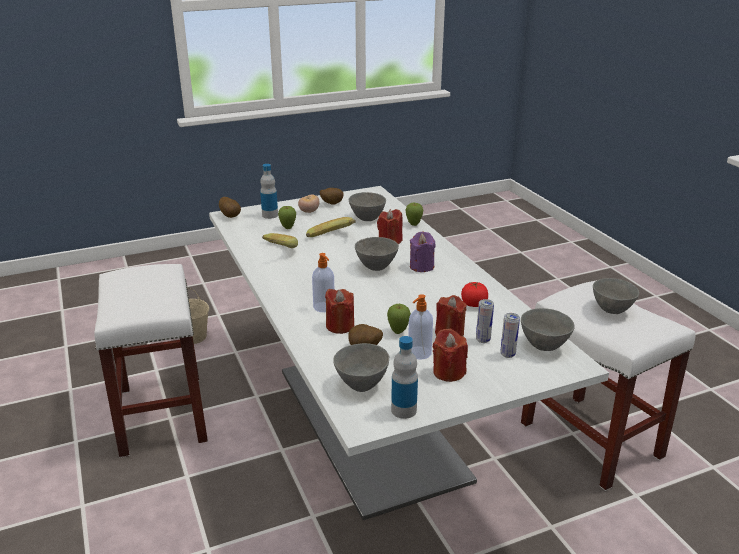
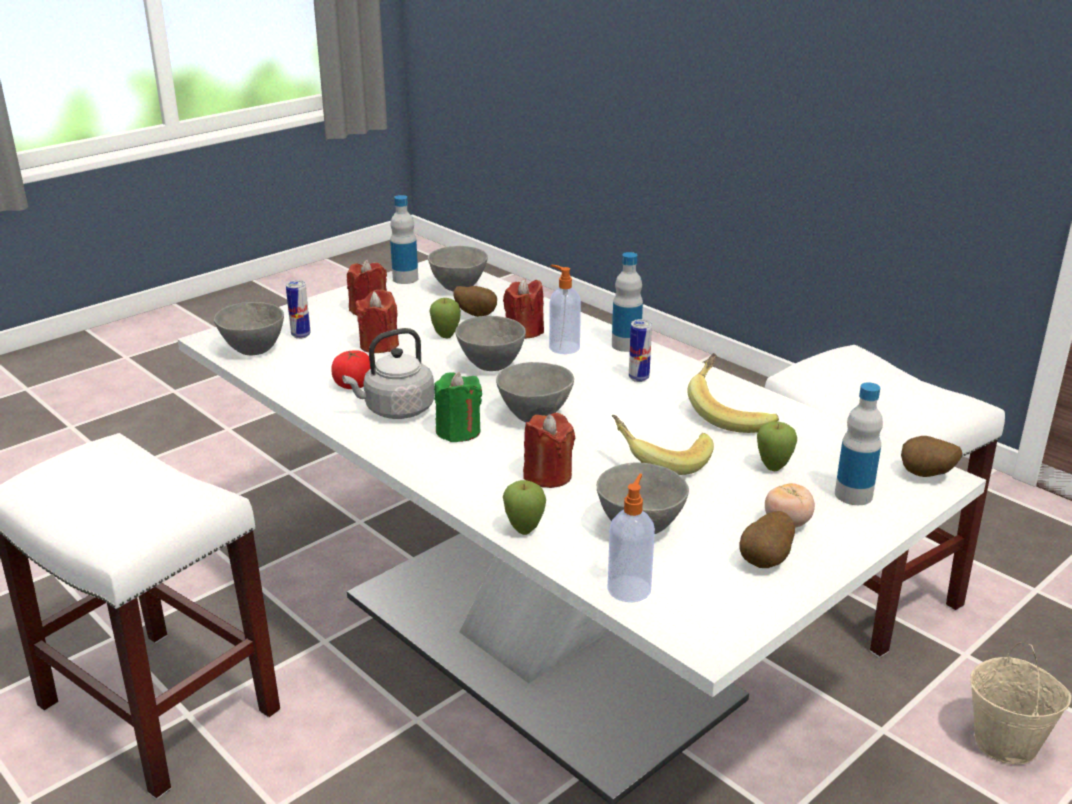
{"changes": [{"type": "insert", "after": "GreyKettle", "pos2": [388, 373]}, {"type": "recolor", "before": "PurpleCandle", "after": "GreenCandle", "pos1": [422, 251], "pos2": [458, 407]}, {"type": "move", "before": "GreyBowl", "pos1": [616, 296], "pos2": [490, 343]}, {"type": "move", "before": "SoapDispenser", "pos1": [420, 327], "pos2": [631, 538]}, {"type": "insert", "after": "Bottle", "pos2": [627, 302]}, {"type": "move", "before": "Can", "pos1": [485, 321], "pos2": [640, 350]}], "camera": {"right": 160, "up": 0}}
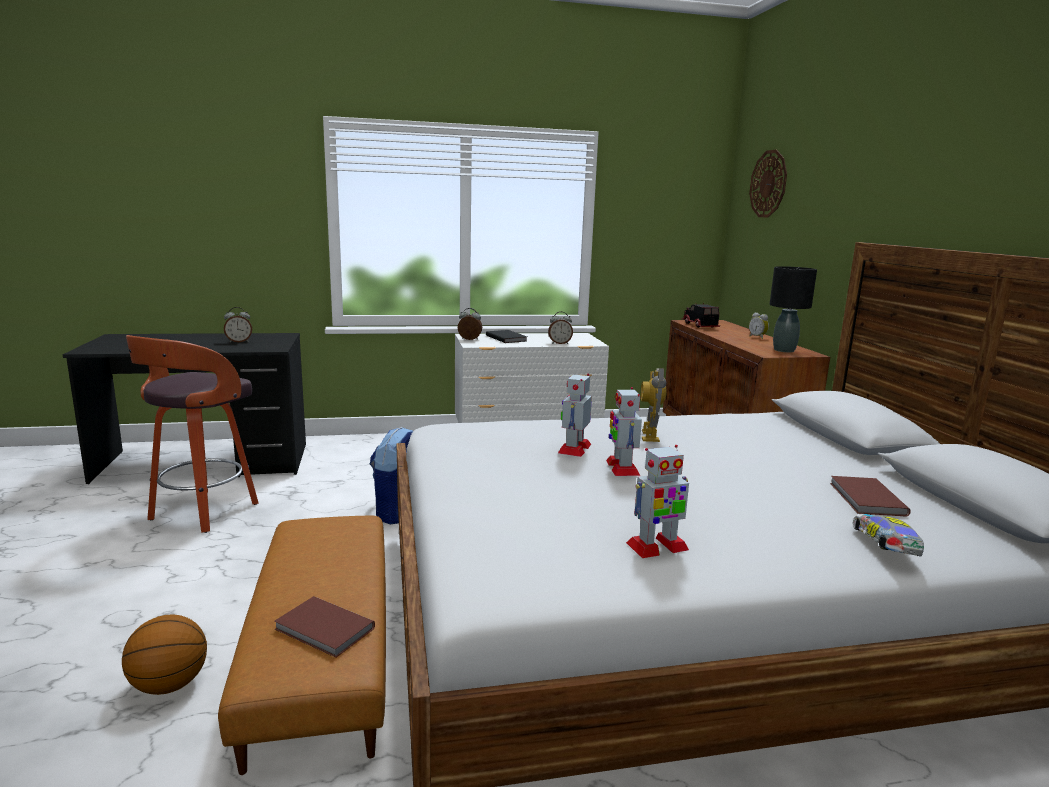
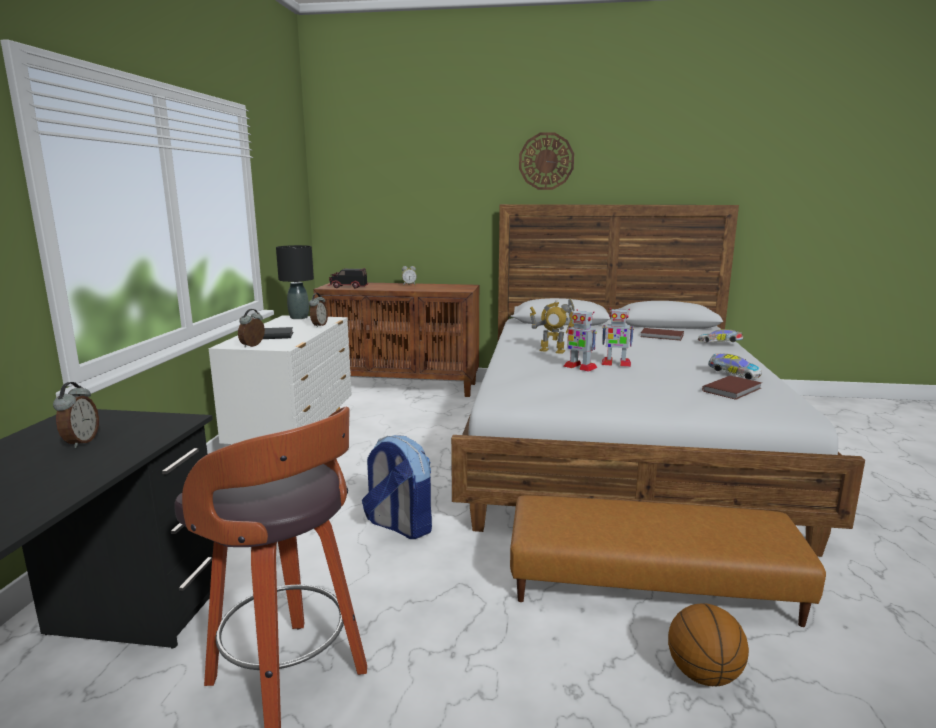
{"changes": [{"type": "move", "before": "BlackTableLamp", "pos1": [793, 309], "pos2": [295, 282]}, {"type": "move", "before": "WallClock", "pos1": [768, 184], "pos2": [546, 161]}, {"type": "move", "before": "BrownBook", "pos1": [324, 627], "pos2": [732, 387]}, {"type": "replace", "before": "ToyRobot", "after": "ToyCar", "pos1": [657, 501], "pos2": [735, 367]}], "camera": {"right": -70, "up": 0}}
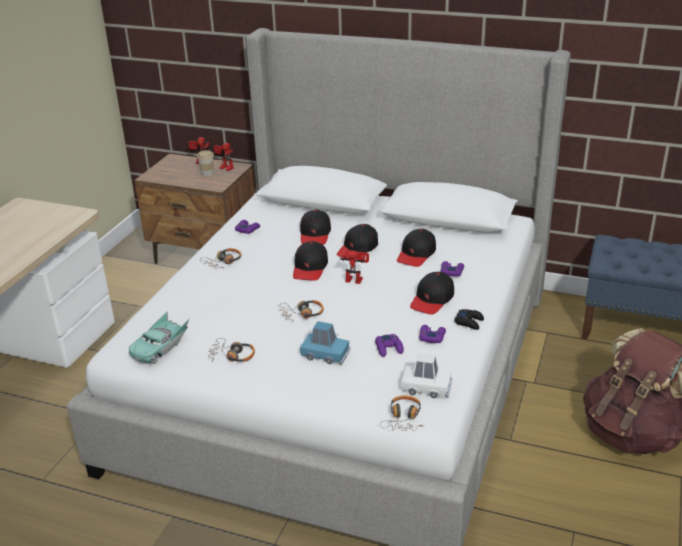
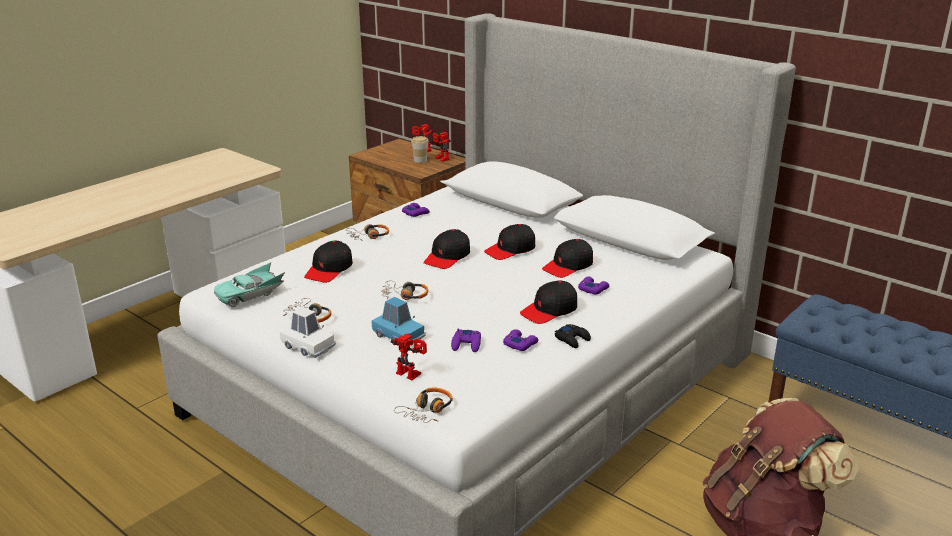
{"changes": [{"type": "move", "before": "WhiteToyCar", "pos1": [426, 375], "pos2": [308, 332]}, {"type": "move", "before": "BlackCap", "pos1": [315, 227], "pos2": [328, 262]}, {"type": "move", "before": "ToyRobot", "pos1": [354, 267], "pos2": [409, 356]}], "camera": {"right": 20, "up": -5}}
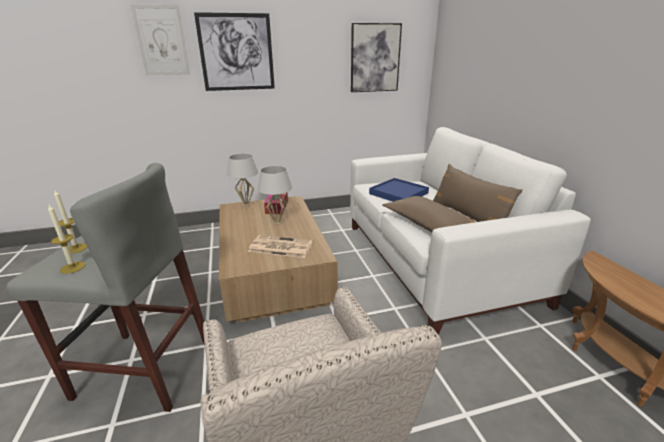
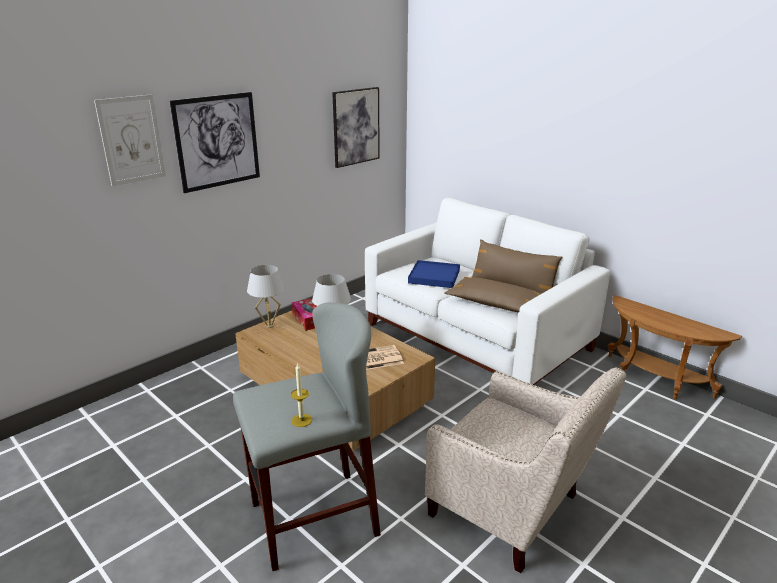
{"changes": [{"type": "delete", "before": "Candle", "pos1": [70, 222]}], "camera": {"right": -30, "up": 0}}
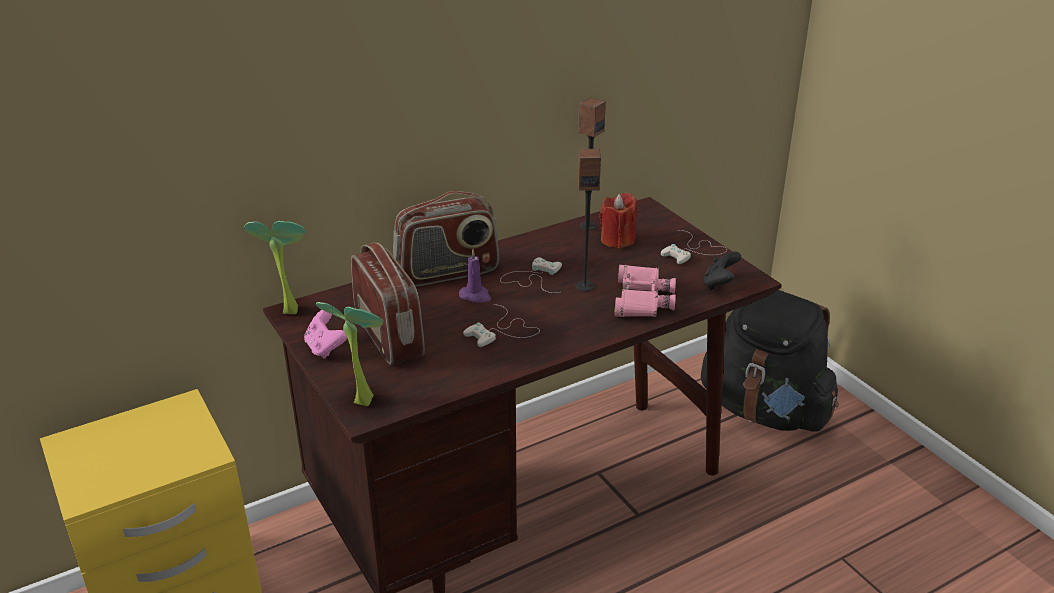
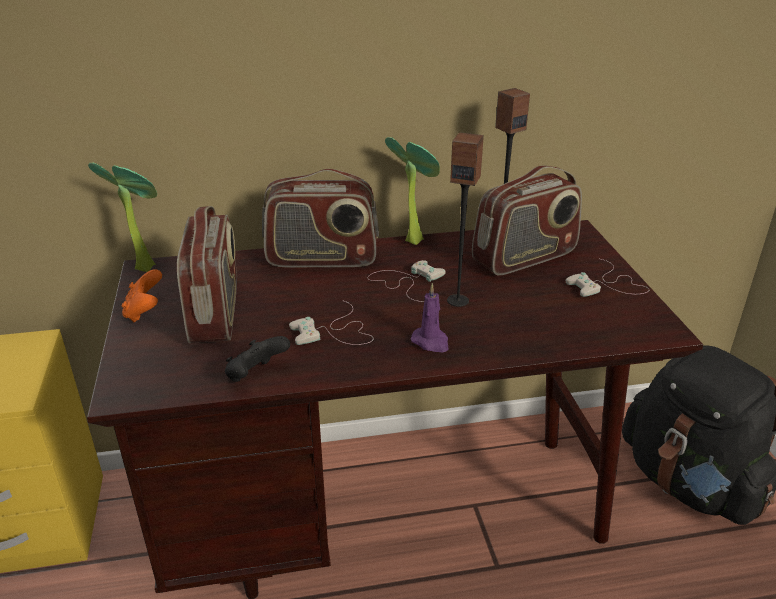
{"changes": [{"type": "recolor", "before": "PinkGameController", "after": "OrangeGameController", "pos1": [325, 334], "pos2": [141, 296]}, {"type": "move", "before": "BlackGameController", "pos1": [722, 271], "pos2": [257, 359]}, {"type": "move", "before": "PottedPlant", "pos1": [349, 354], "pos2": [412, 191]}, {"type": "move", "before": "PurpleCandle", "pos1": [475, 276], "pos2": [429, 317]}, {"type": "replace", "before": "RedCandle", "after": "Radio", "pos1": [618, 221], "pos2": [527, 220]}, {"type": "delete", "before": "PinkBinoculars", "pos1": [645, 291]}], "camera": {"right": 20, "up": 0}}
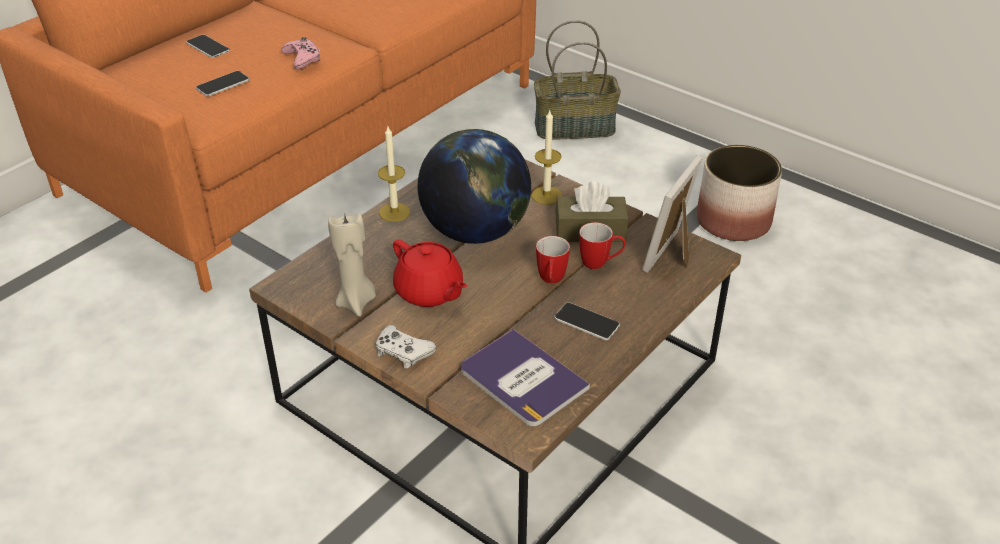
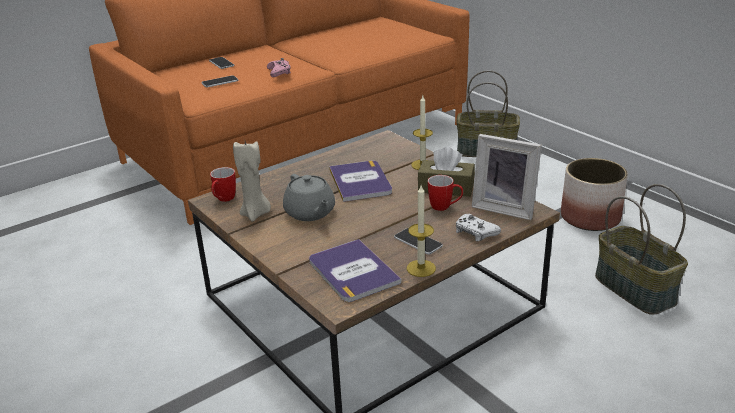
{"changes": [{"type": "move", "before": "Mug", "pos1": [553, 259], "pos2": [223, 184]}, {"type": "recolor", "before": "RedTeapot", "after": "GreyTeapot", "pos1": [430, 273], "pos2": [309, 197]}, {"type": "replace", "before": "Globe", "after": "Book", "pos1": [474, 186], "pos2": [360, 181]}, {"type": "move", "before": "Candle", "pos1": [394, 174], "pos2": [421, 231]}, {"type": "move", "before": "WhiteGameController", "pos1": [406, 347], "pos2": [478, 227]}, {"type": "rotate", "before": "PictureFrame", "pos1": [672, 214], "pos2": [507, 177], "turn": -105}, {"type": "insert", "after": "Basket", "pos2": [641, 249]}], "camera": {"right": 15, "up": -10}}
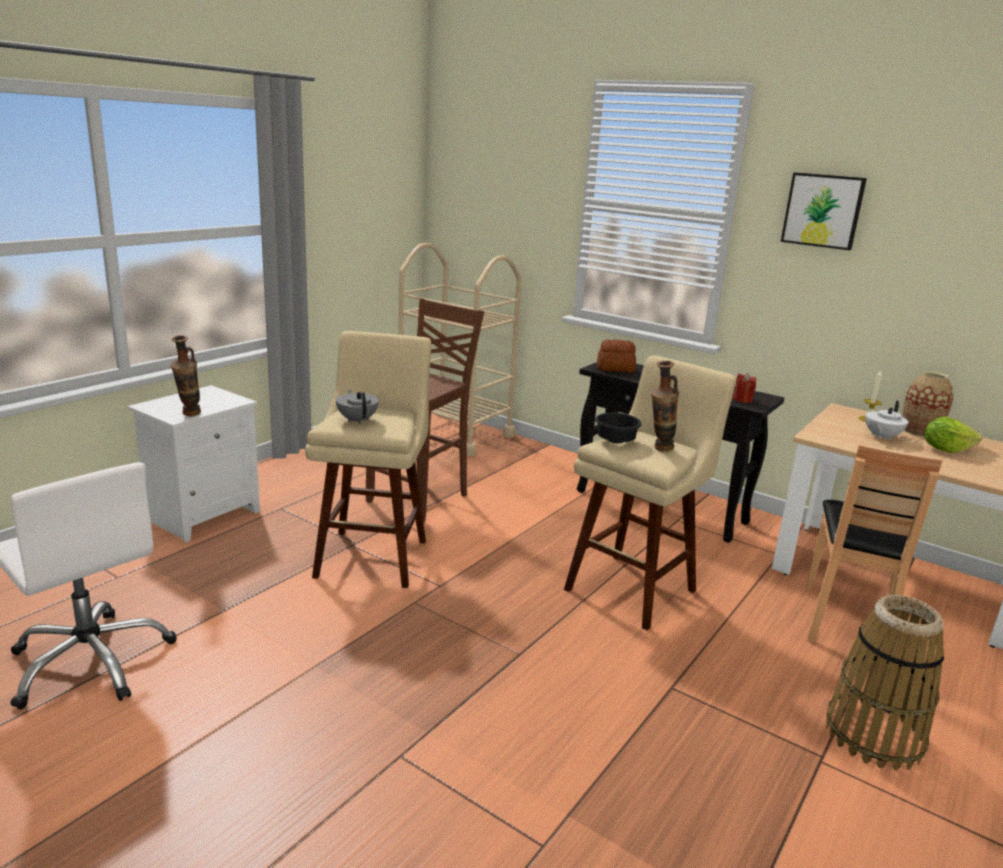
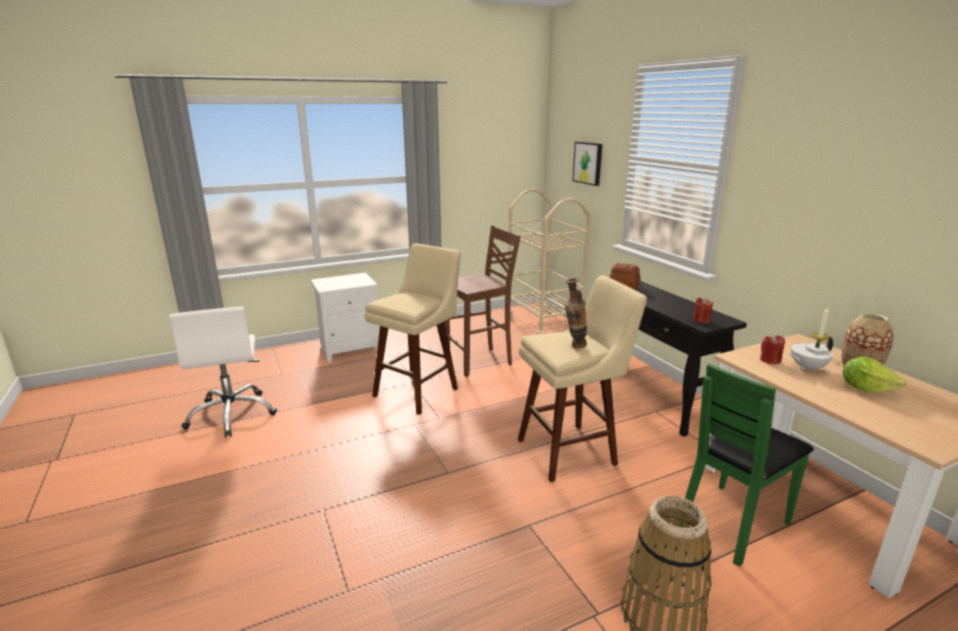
{"changes": [{"type": "move", "before": "Picture", "pos1": [824, 211], "pos2": [587, 164]}, {"type": "recolor", "before": "BrownChair", "after": "GreenChair", "pos1": [874, 543], "pos2": [747, 465]}, {"type": "insert", "after": "RedCandle", "pos2": [772, 349]}, {"type": "delete", "before": "Vase", "pos1": [186, 375]}, {"type": "delete", "before": "GreyTeapot", "pos1": [357, 407]}, {"type": "delete", "before": "BlackBowl", "pos1": [618, 428]}], "camera": {"right": 30, "up": 0}}
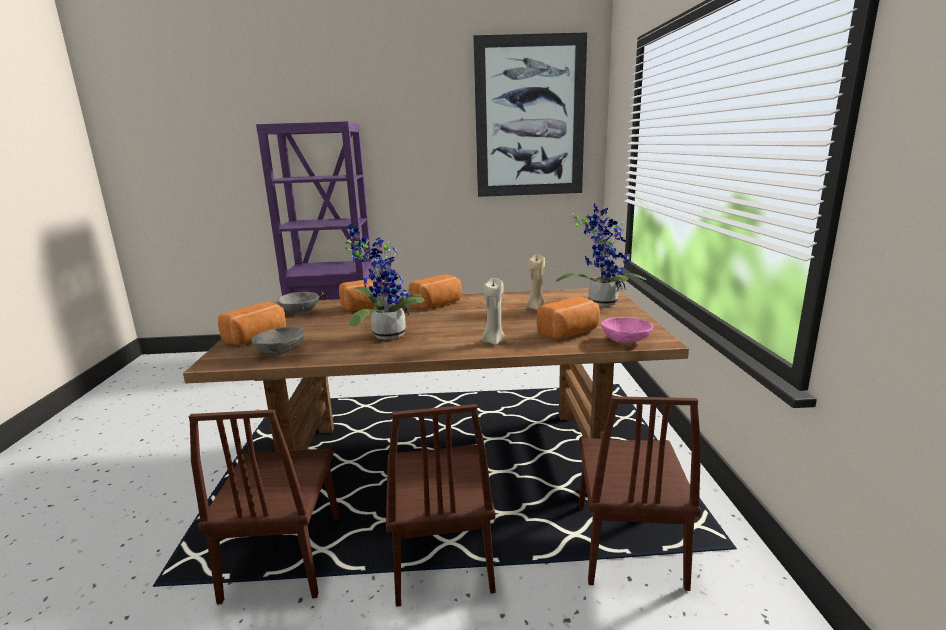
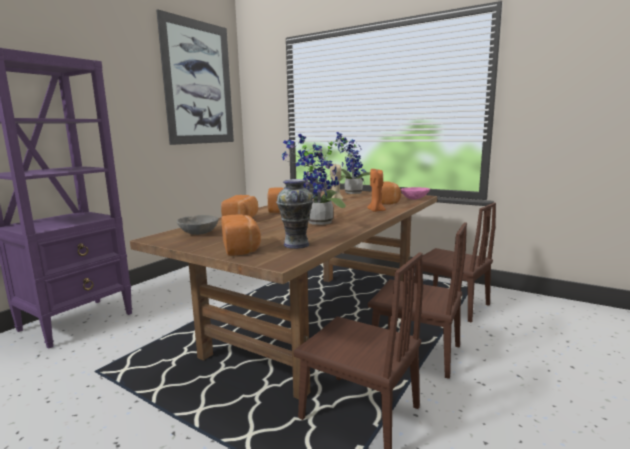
{"changes": [{"type": "replace", "before": "GreyBowl", "after": "Vase", "pos1": [278, 341], "pos2": [294, 214]}, {"type": "recolor", "before": "BeigeCandle", "after": "OrangeCandle", "pos1": [494, 311], "pos2": [376, 190]}], "camera": {"right": -55, "up": -5}}
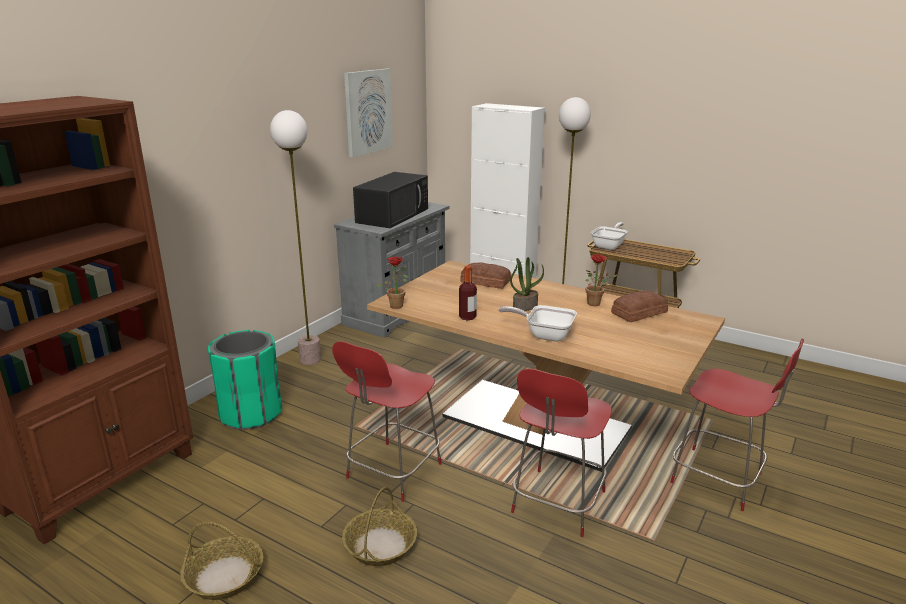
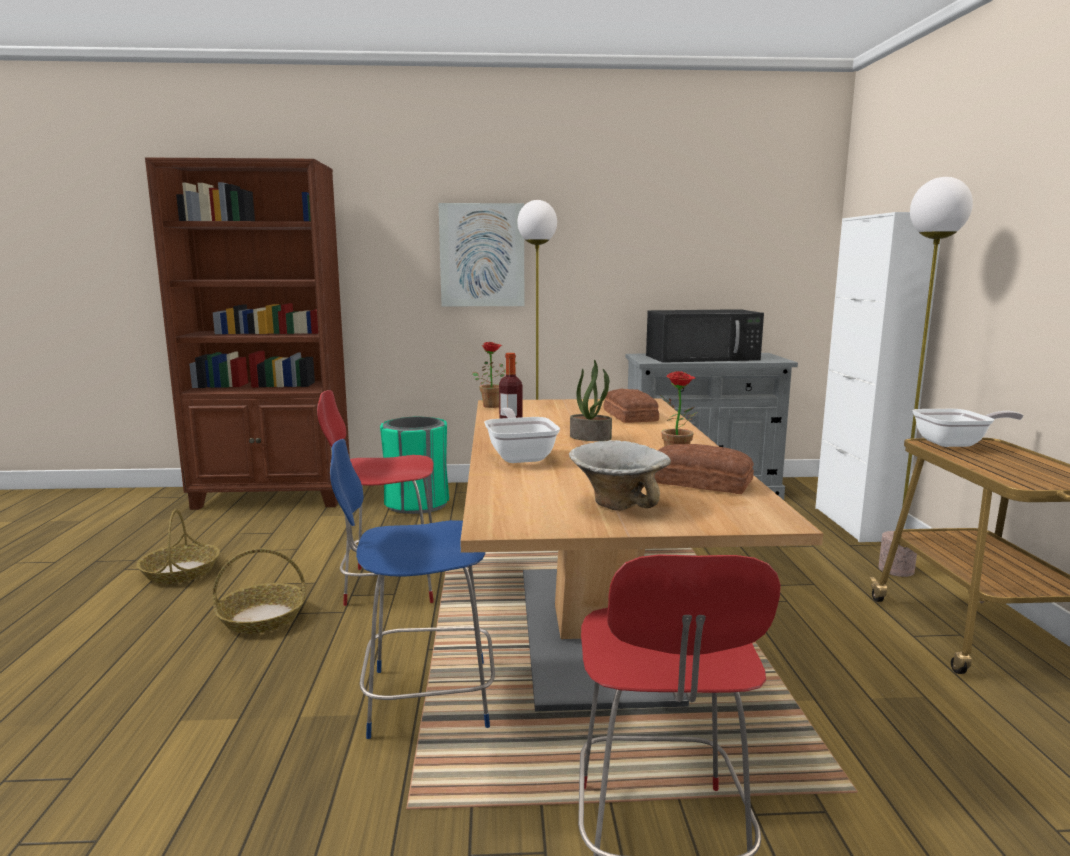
{"changes": [{"type": "recolor", "before": "RedChair", "after": "BlueChair", "pos1": [561, 453], "pos2": [412, 589]}, {"type": "move", "before": "Picture", "pos1": [368, 113], "pos2": [481, 254]}, {"type": "insert", "after": "Bowl", "pos2": [620, 475]}], "camera": {"right": 55, "up": -10}}
